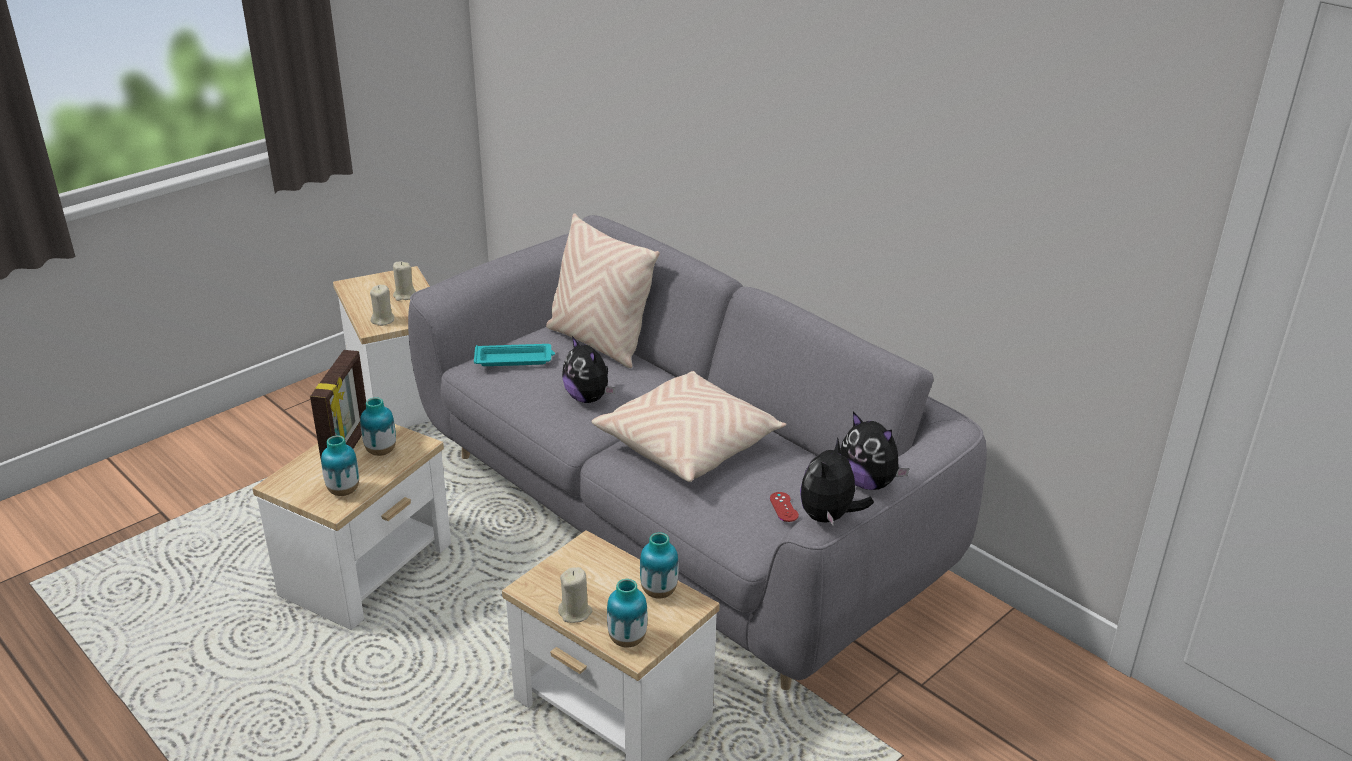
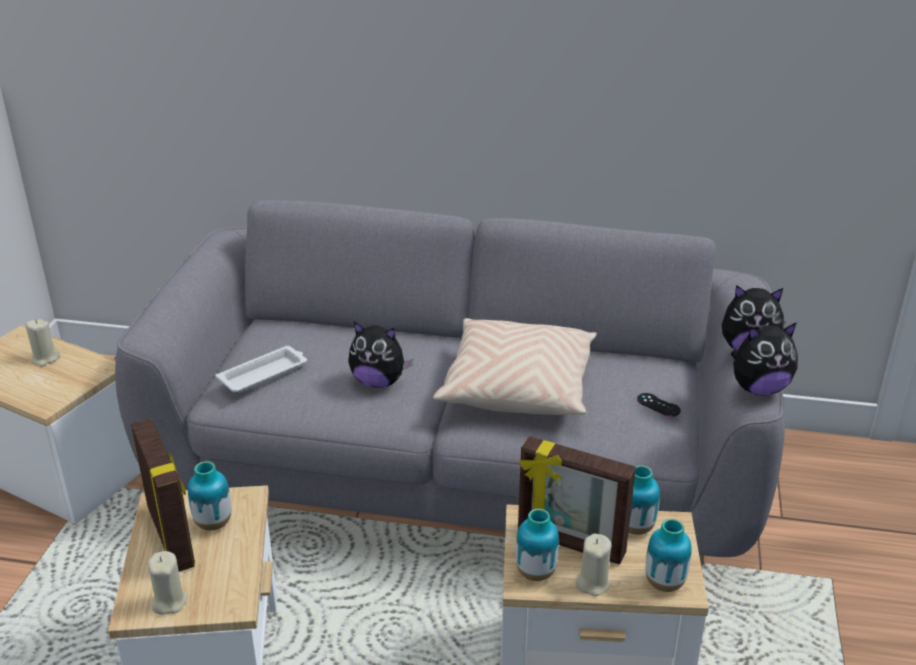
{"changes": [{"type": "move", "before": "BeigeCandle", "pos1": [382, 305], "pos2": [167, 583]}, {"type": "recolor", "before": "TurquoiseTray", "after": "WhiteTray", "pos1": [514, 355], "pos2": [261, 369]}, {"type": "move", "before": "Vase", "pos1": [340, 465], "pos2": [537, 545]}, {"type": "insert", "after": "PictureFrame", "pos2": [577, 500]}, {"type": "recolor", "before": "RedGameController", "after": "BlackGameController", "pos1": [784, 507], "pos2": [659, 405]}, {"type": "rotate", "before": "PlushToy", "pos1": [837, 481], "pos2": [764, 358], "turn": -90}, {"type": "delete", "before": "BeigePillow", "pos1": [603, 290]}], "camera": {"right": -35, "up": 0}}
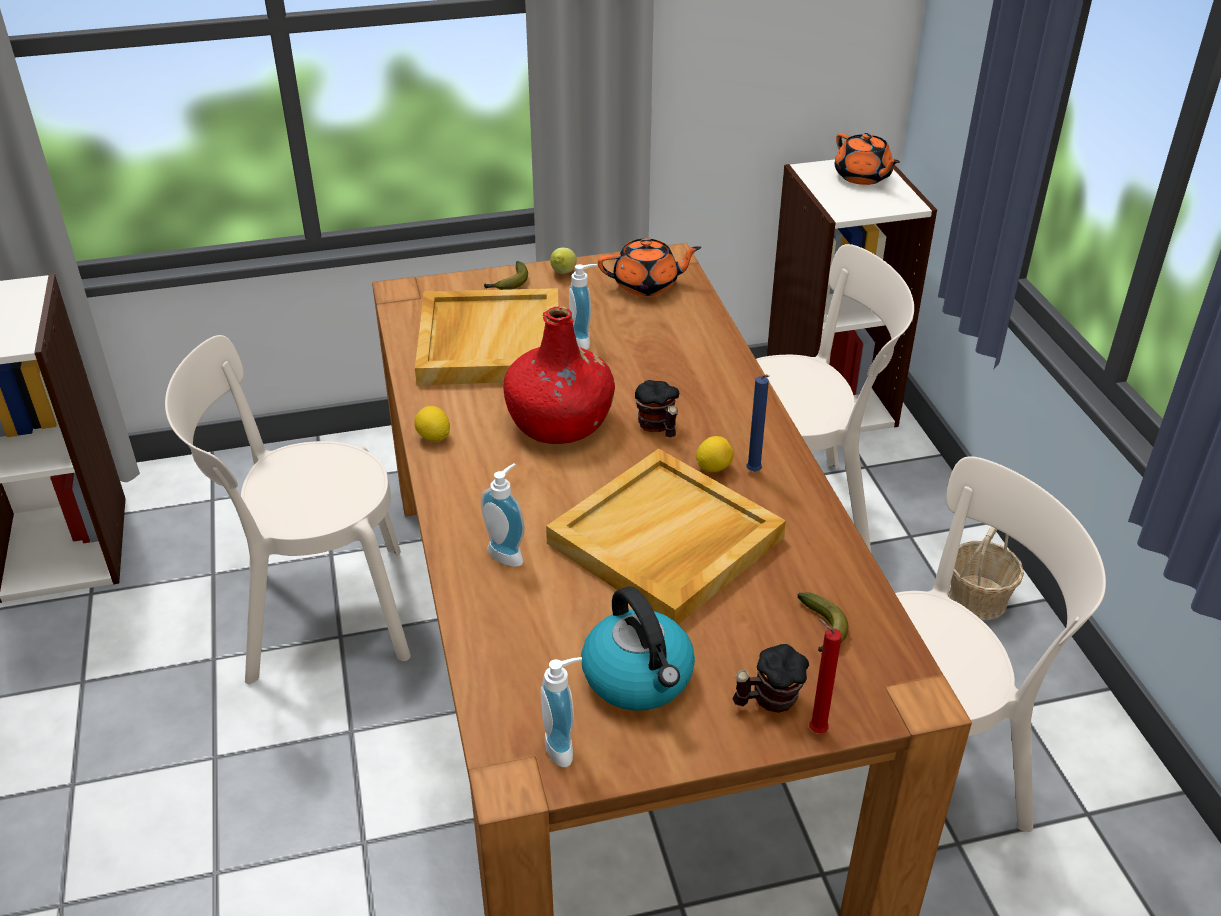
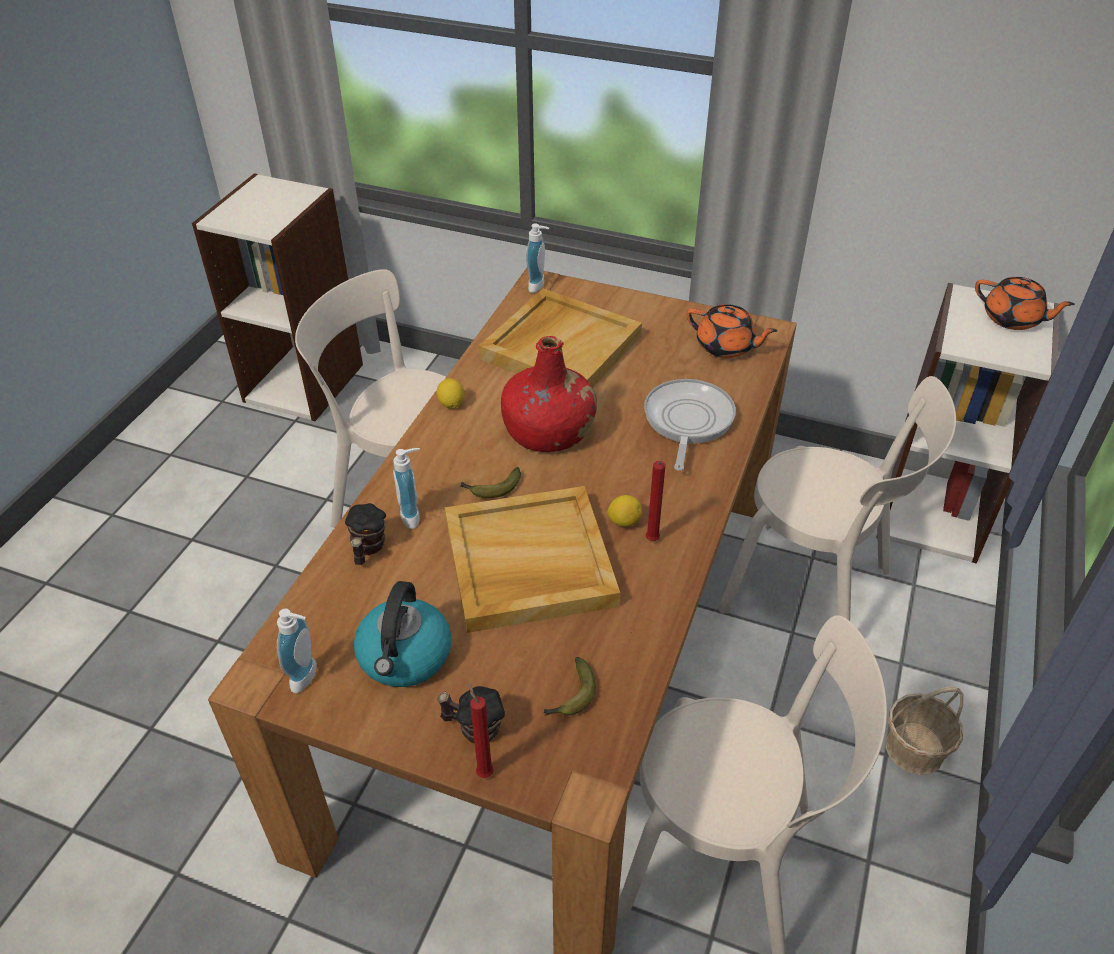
{"changes": [{"type": "move", "before": "Mug", "pos1": [657, 408], "pos2": [365, 534]}, {"type": "move", "before": "Banana", "pos1": [506, 275], "pos2": [490, 482]}, {"type": "move", "before": "SoapDispenser", "pos1": [583, 307], "pos2": [537, 258]}, {"type": "insert", "after": "FryingPan", "pos2": [690, 425]}, {"type": "recolor", "before": "BlueCandle", "after": "RedCandle", "pos1": [757, 423], "pos2": [655, 501]}, {"type": "rotate", "before": "OrangeTeapot", "pos1": [867, 159], "pos2": [1025, 303], "turn": -60}, {"type": "delete", "before": "Lemon", "pos1": [563, 261]}], "camera": {"right": 35, "up": 5}}
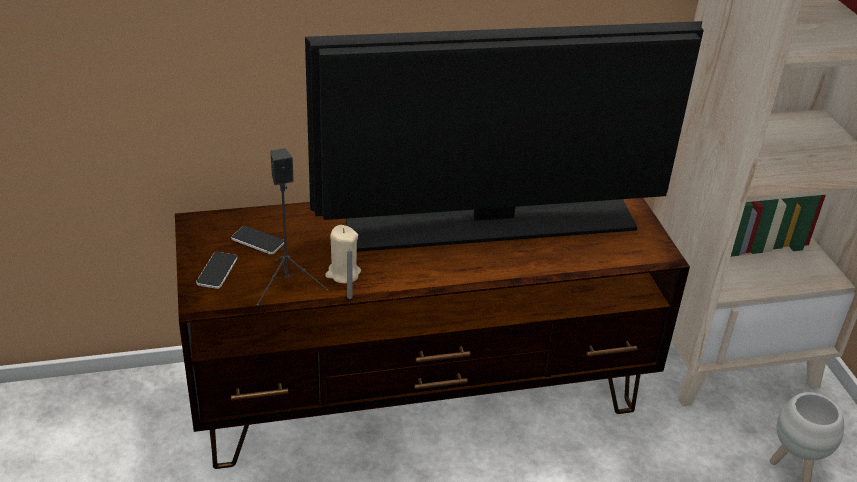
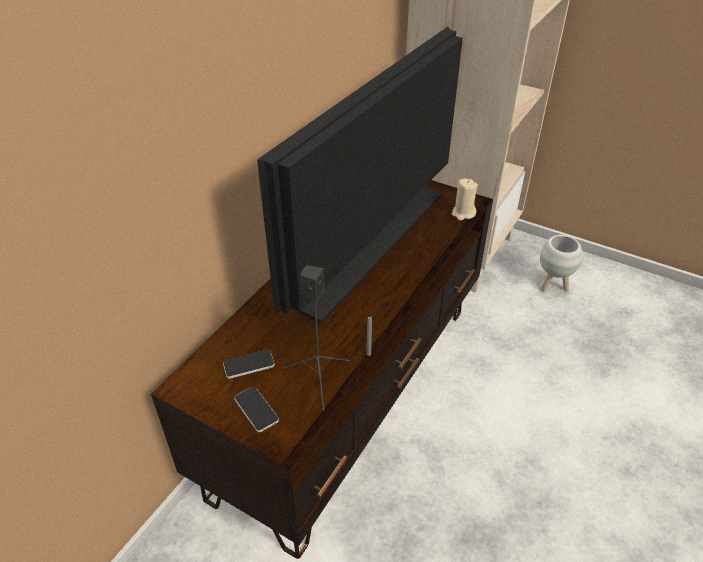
{"changes": [{"type": "move", "before": "BeigeCandle", "pos1": [343, 254], "pos2": [465, 200]}], "camera": {"right": -45, "up": 5}}
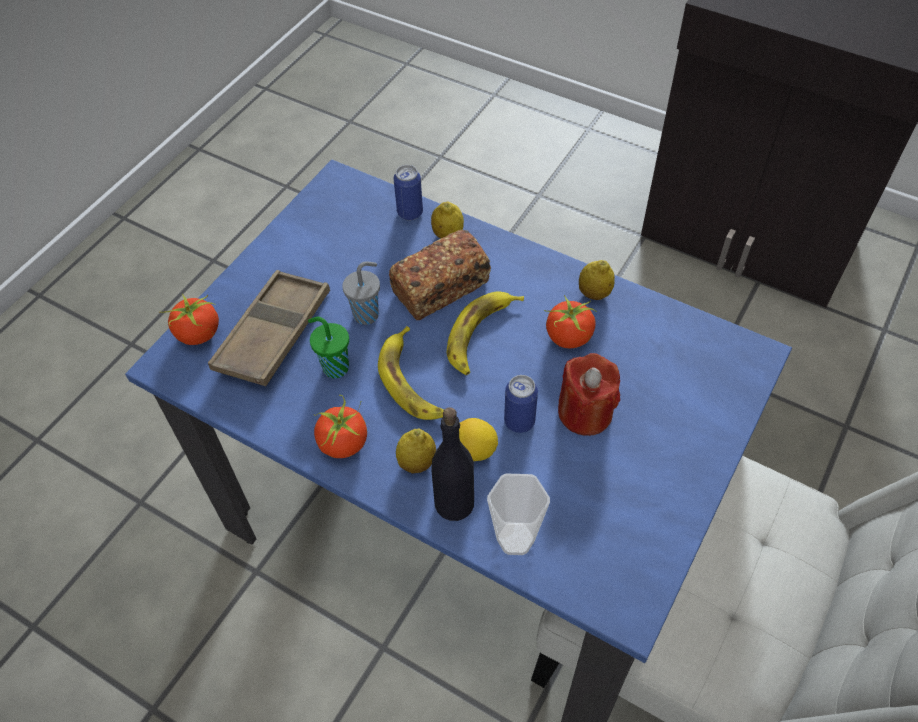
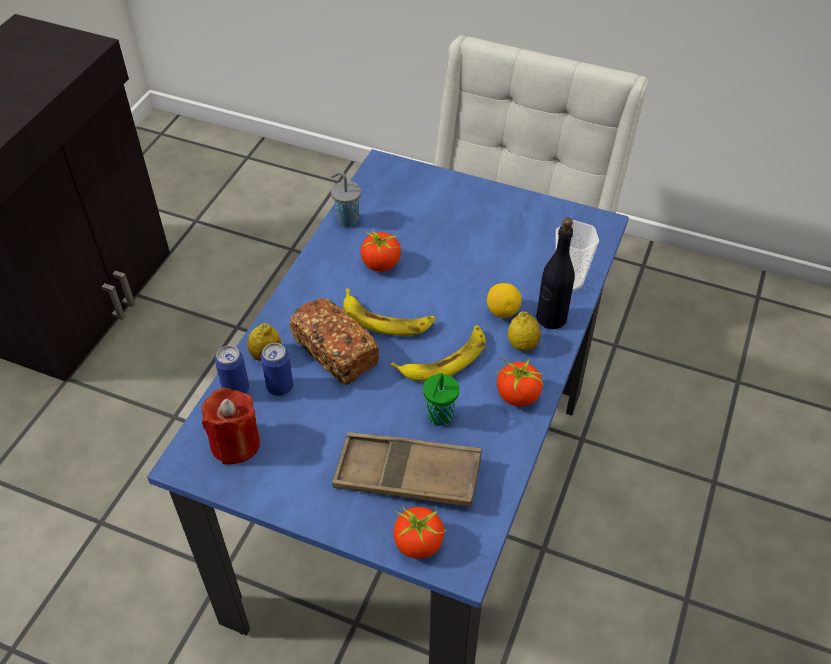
{"changes": [{"type": "move", "before": "RedCandle", "pos1": [589, 394], "pos2": [231, 426]}, {"type": "move", "before": "Can", "pos1": [521, 404], "pos2": [277, 369]}, {"type": "move", "before": "GreyCup", "pos1": [361, 293], "pos2": [346, 199]}, {"type": "delete", "before": "Lemon", "pos1": [597, 280]}], "camera": {"right": -100, "up": -5}}
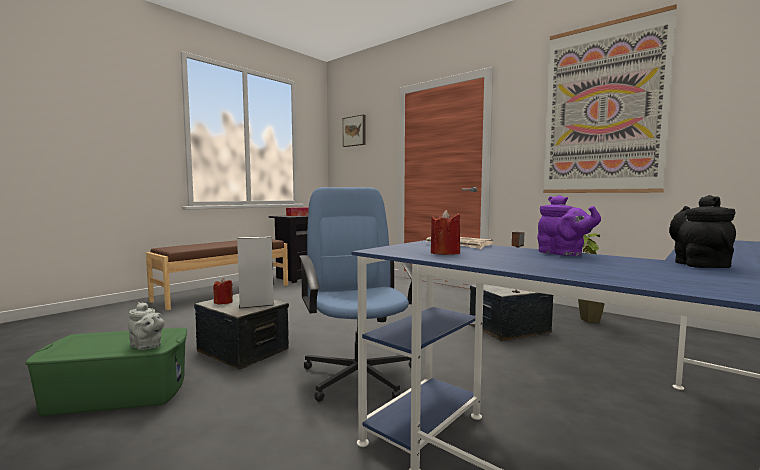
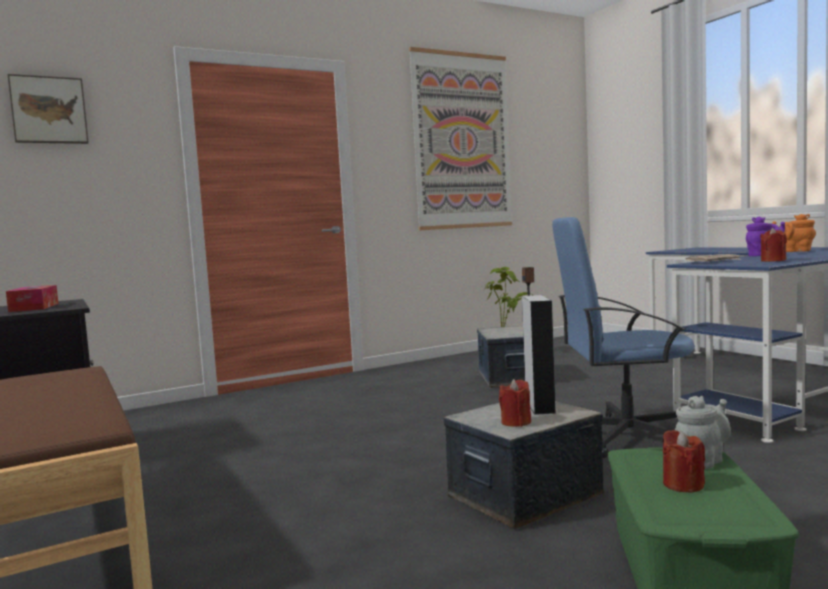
{"changes": [{"type": "insert", "after": "RedCandle", "pos2": [684, 461]}, {"type": "recolor", "before": "BlackTeapot", "after": "OrangeTeapot", "pos1": [702, 231], "pos2": [794, 233]}], "camera": {"right": -70, "up": 0}}
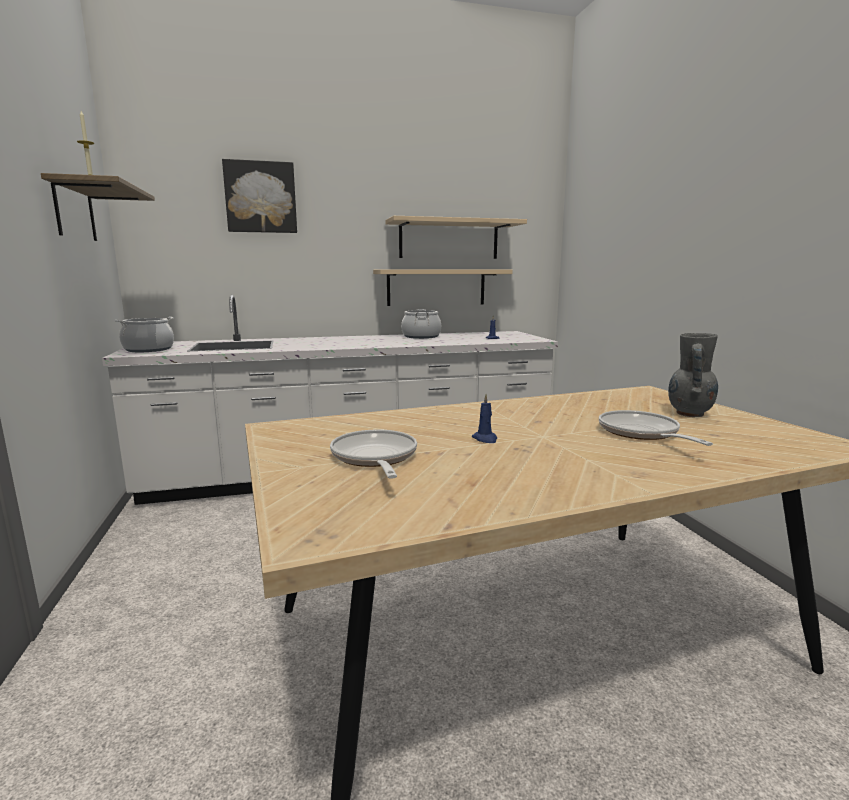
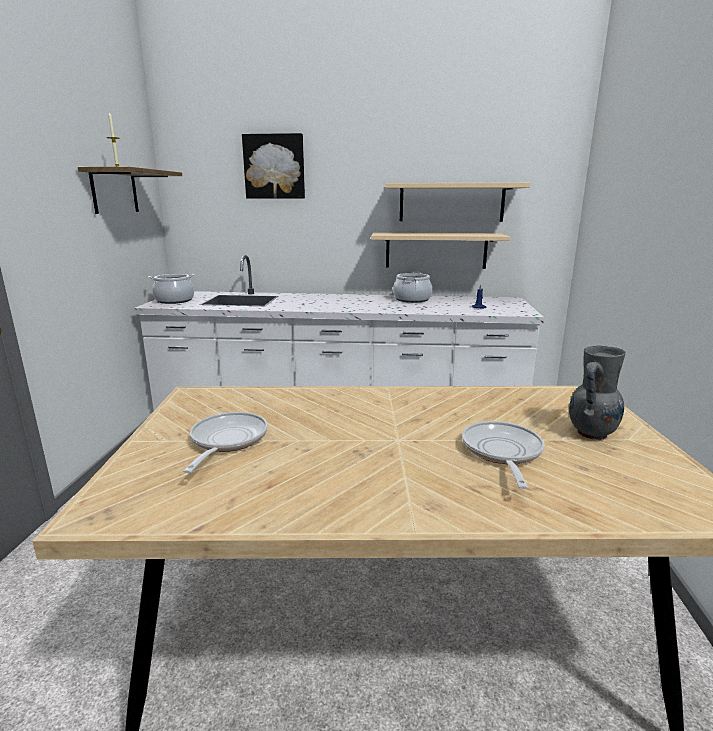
{"changes": [{"type": "delete", "before": "BlueCandle", "pos1": [484, 418]}], "camera": {"right": 20, "up": 5}}
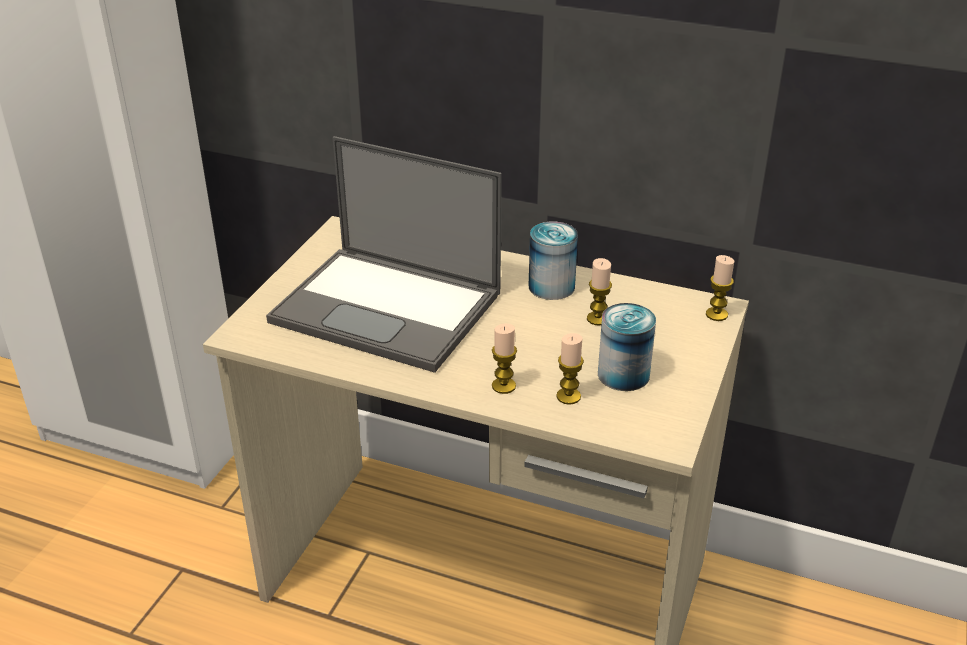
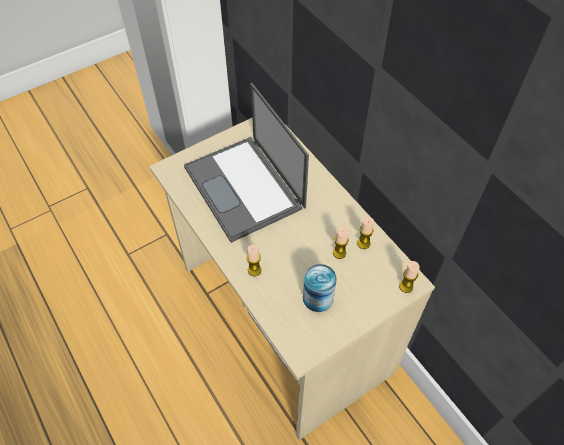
{"changes": [{"type": "move", "before": "Candle", "pos1": [570, 369], "pos2": [365, 233]}, {"type": "delete", "before": "Can", "pos1": [553, 260]}], "camera": {"right": 35, "up": 20}}
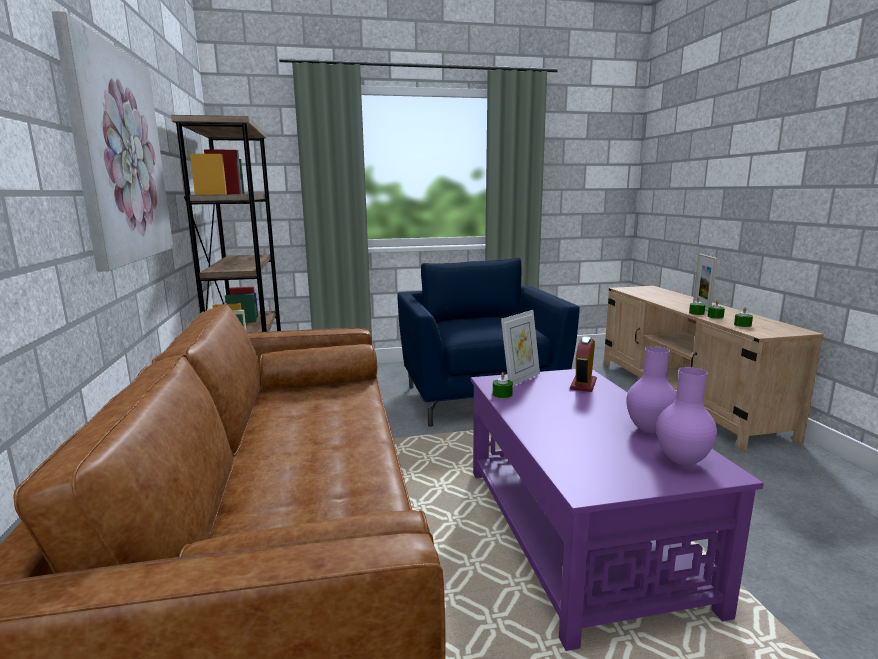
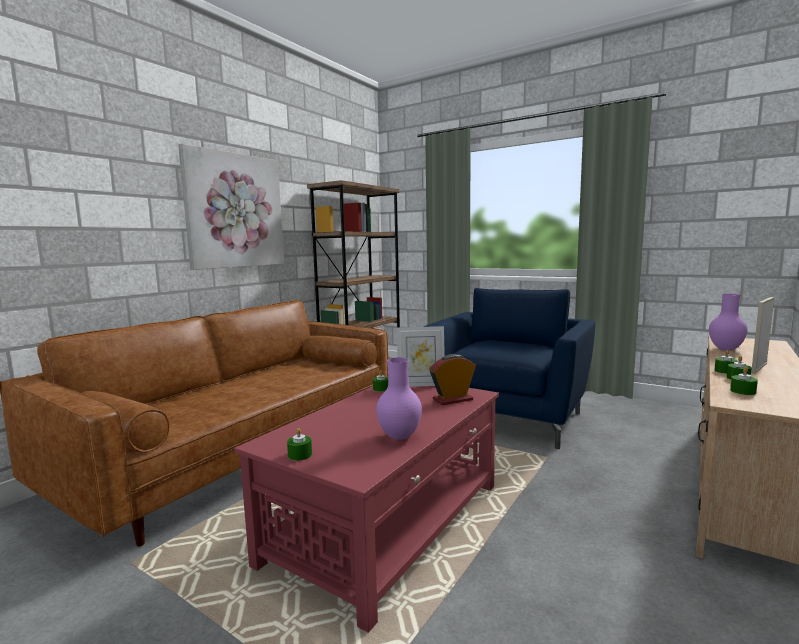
{"changes": [{"type": "recolor", "before": "PurpleCoffeeTable", "after": "RedCoffeeTable", "pos1": [617, 510], "pos2": [366, 509]}, {"type": "insert", "after": "GreenCandle", "pos2": [299, 444]}, {"type": "move", "before": "PurpleVase", "pos1": [686, 416], "pos2": [728, 322]}], "camera": {"right": 45, "up": -5}}
